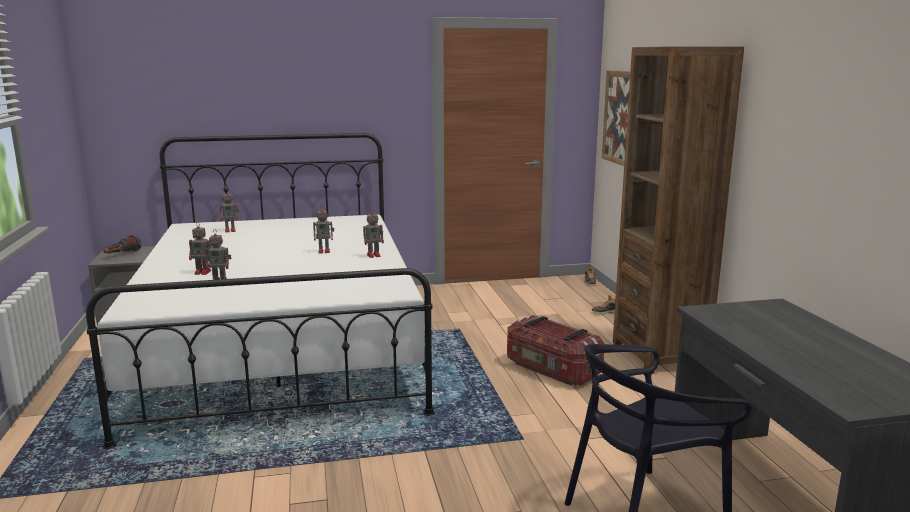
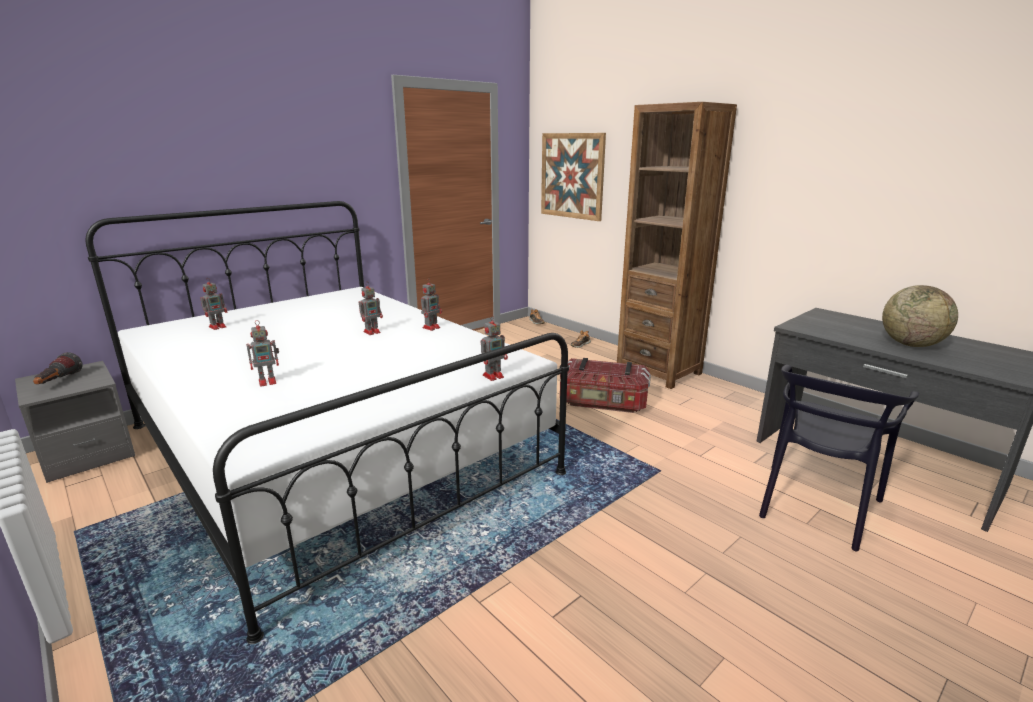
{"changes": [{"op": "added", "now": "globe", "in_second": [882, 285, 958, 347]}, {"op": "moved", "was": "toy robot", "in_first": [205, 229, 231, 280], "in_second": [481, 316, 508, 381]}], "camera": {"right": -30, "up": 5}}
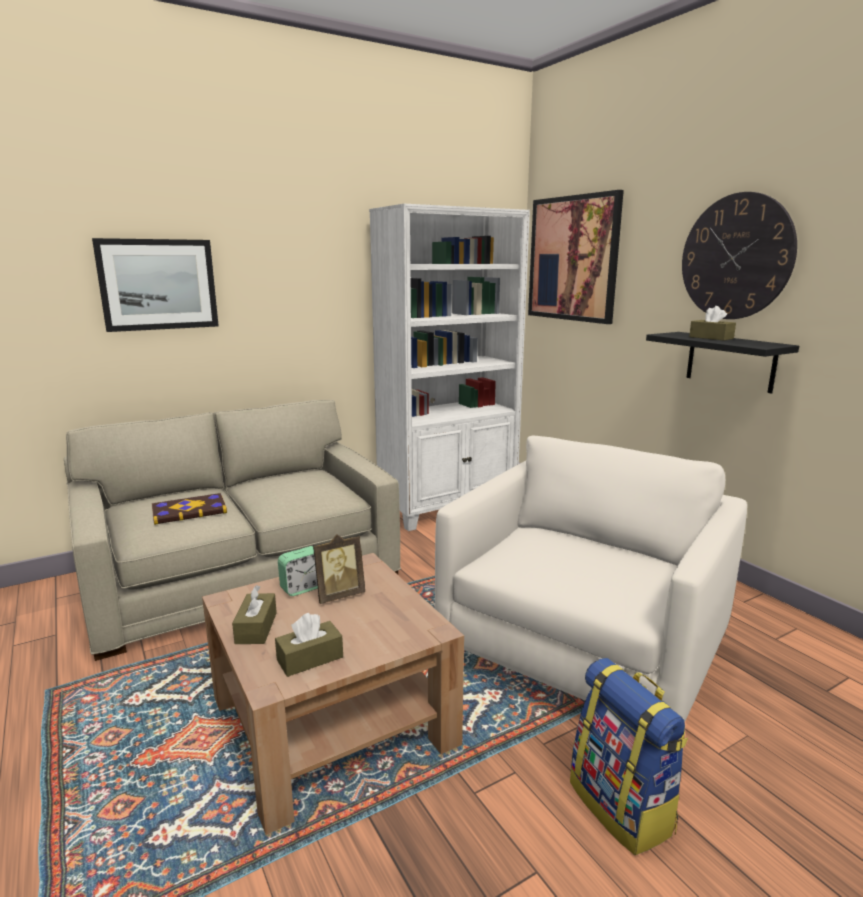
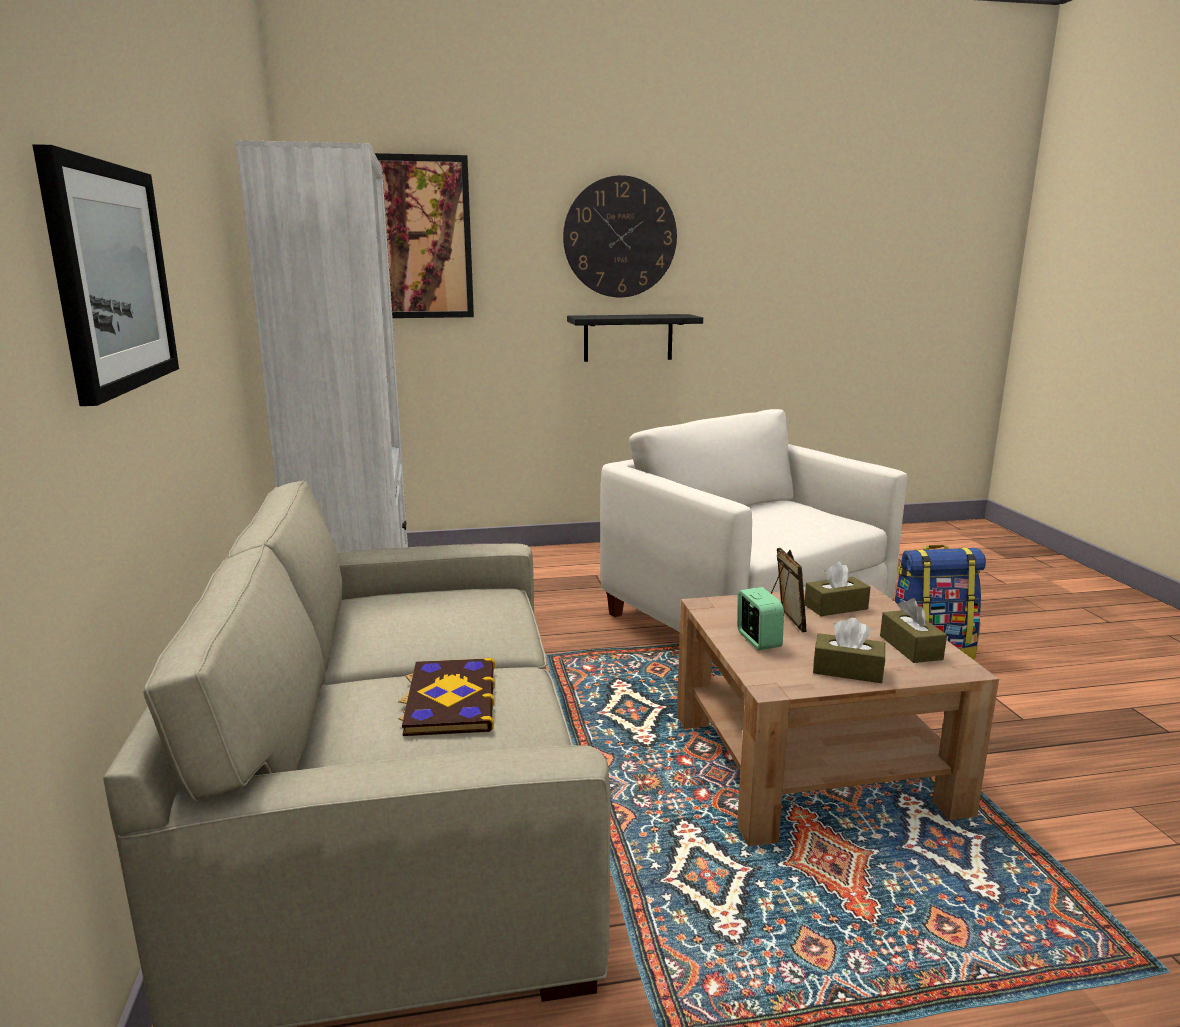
{"changes": [{"op": "moved", "was": "brown tissue box", "in_first": [689, 306, 736, 340], "in_second": [805, 562, 871, 616]}], "camera": {"right": -70, "up": 0}}
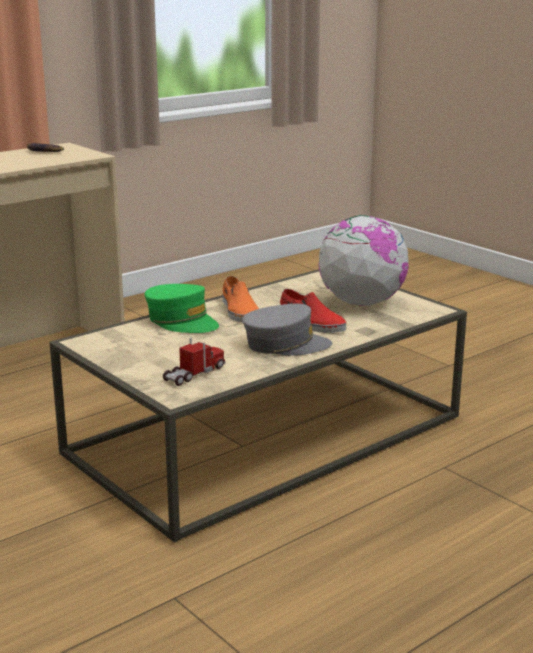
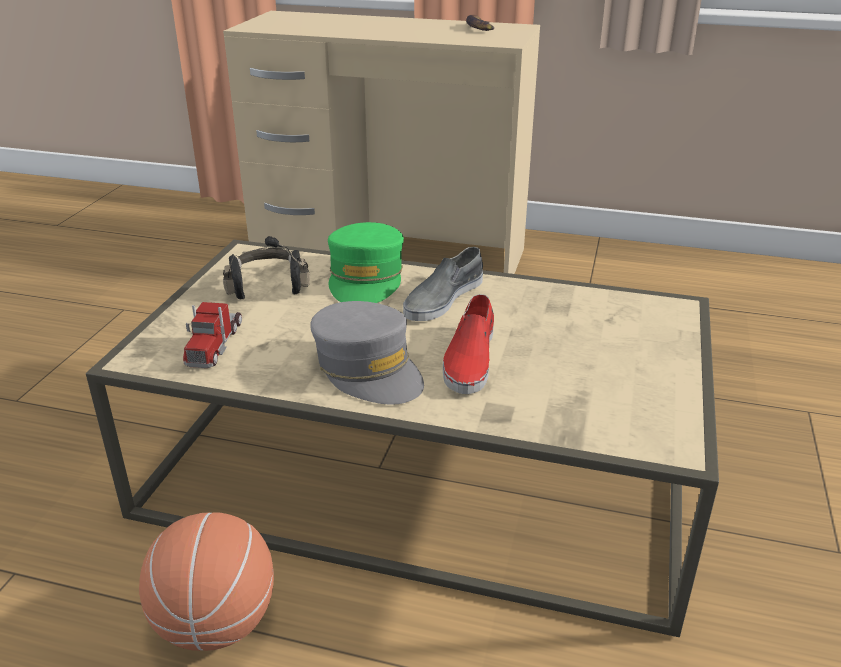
{"changes": [{"op": "removed", "was": "globe", "in_first": [318, 215, 409, 306]}, {"op": "added", "now": "basketball", "in_second": [139, 512, 274, 651]}, {"op": "added", "now": "black headphones", "in_second": [223, 236, 310, 299]}, {"op": "recoloured", "was": "orange shoe", "now": "grey shoe", "in_first": [223, 276, 259, 322], "in_second": [403, 247, 483, 321]}, {"op": "turned", "was": "toy truck", "in_first": [163, 338, 225, 386], "in_second": [183, 302, 242, 368], "clockwise": 90}], "camera": {"right": 55, "up": 10}}
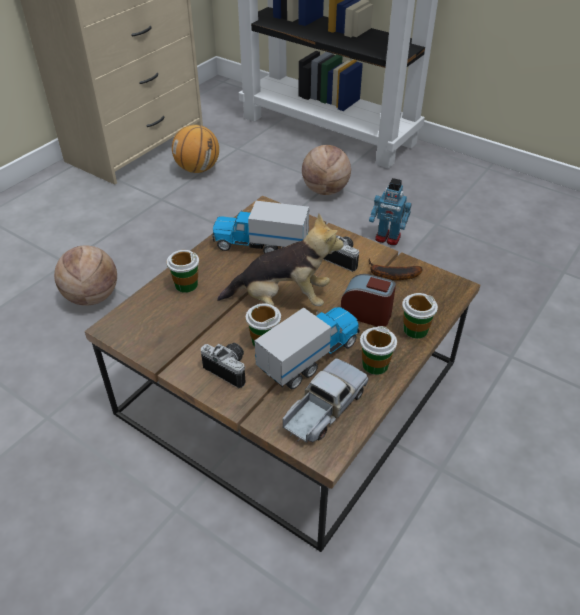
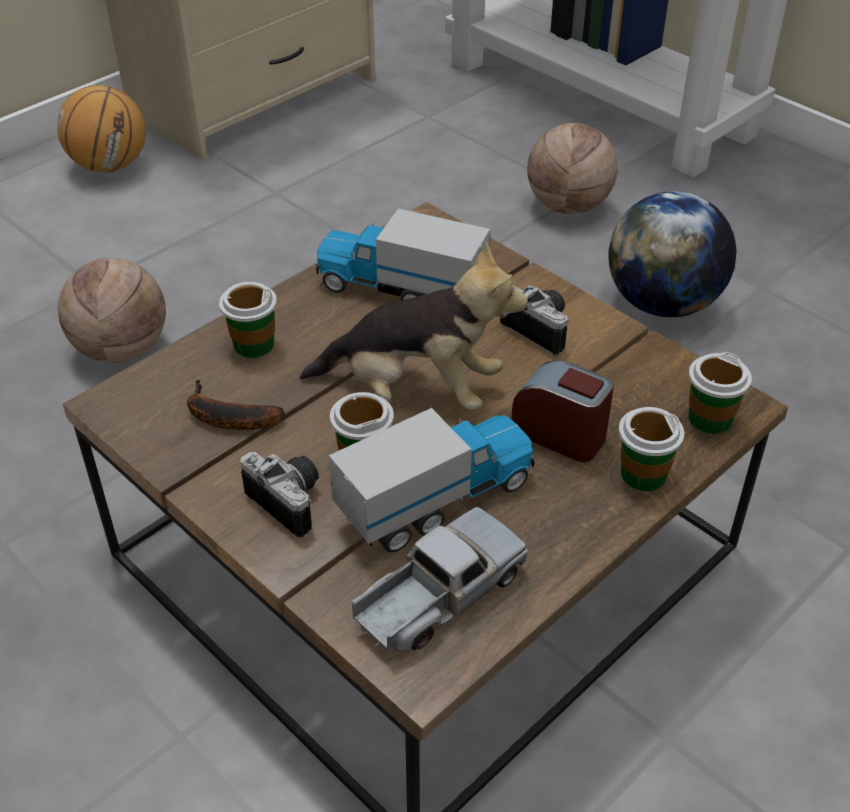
{"changes": [{"op": "moved", "was": "basketball", "in_first": [172, 125, 219, 173], "in_second": [57, 85, 146, 173]}, {"op": "moved", "was": "cup", "in_first": [360, 326, 397, 375], "in_second": [688, 352, 752, 434]}, {"op": "moved", "was": "banana", "in_first": [369, 258, 423, 280], "in_second": [187, 379, 284, 430]}, {"op": "replaced", "was": "toy robot", "now": "globe", "in_first": [369, 178, 412, 245], "in_second": [609, 191, 737, 317]}], "camera": {"right": 10, "up": 0}}
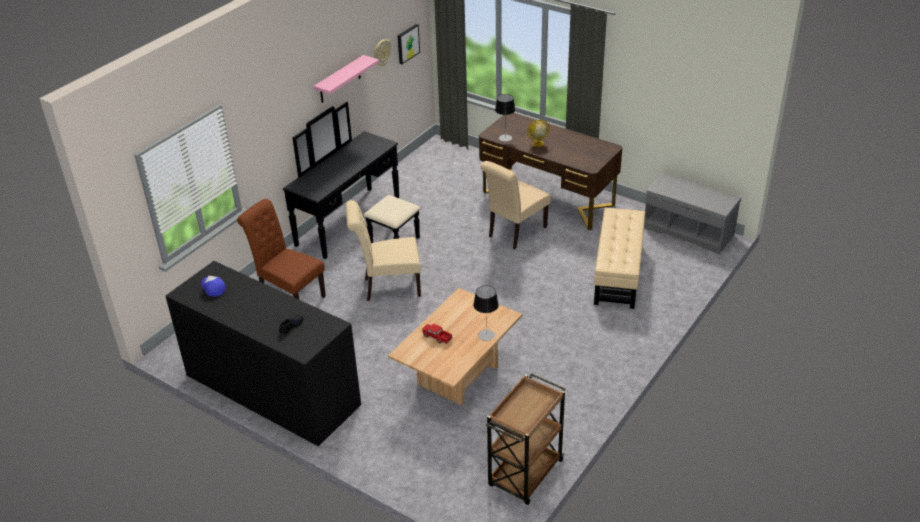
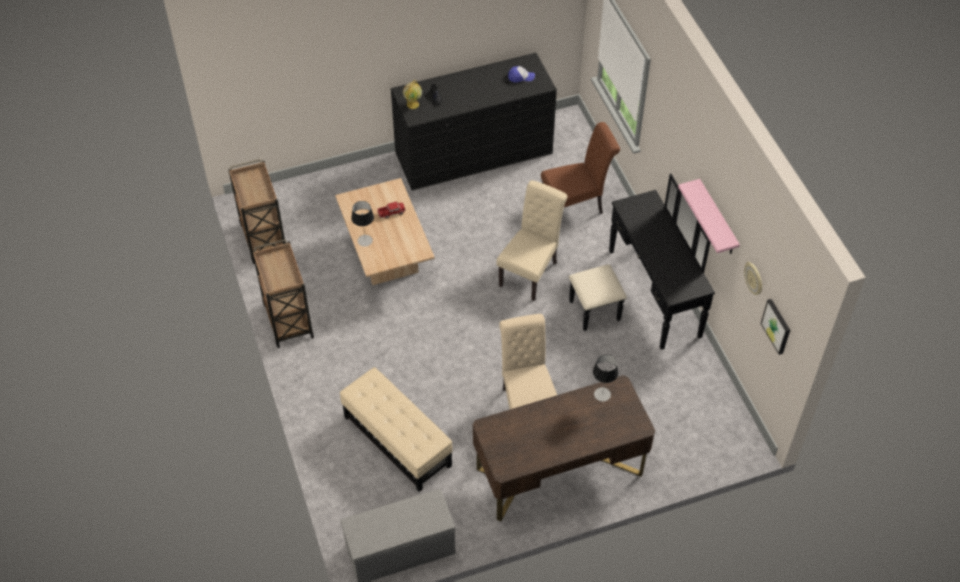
{"changes": [{"op": "added", "now": "brown cart", "in_second": [252, 239, 314, 348]}, {"op": "moved", "was": "globe", "in_first": [527, 120, 549, 147], "in_second": [403, 80, 422, 109]}], "camera": {"right": 125, "up": 15}}
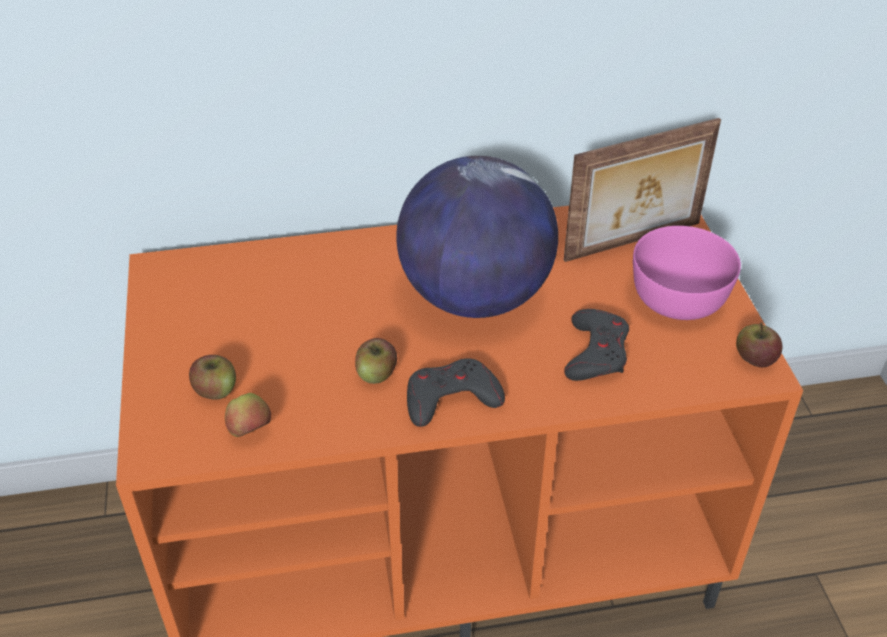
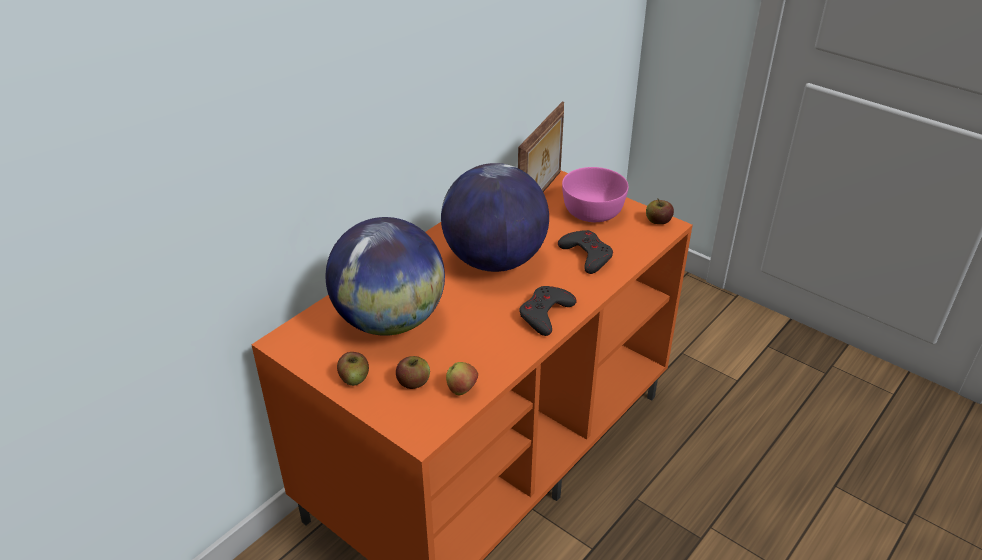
{"changes": [{"op": "added", "now": "globe", "in_second": [326, 217, 445, 336]}, {"op": "moved", "was": "apple", "in_first": [355, 338, 397, 384], "in_second": [337, 352, 369, 386]}], "camera": {"right": -40, "up": -5}}
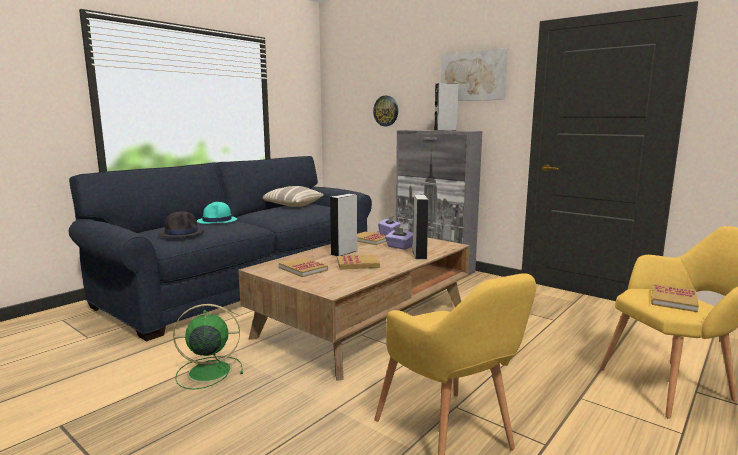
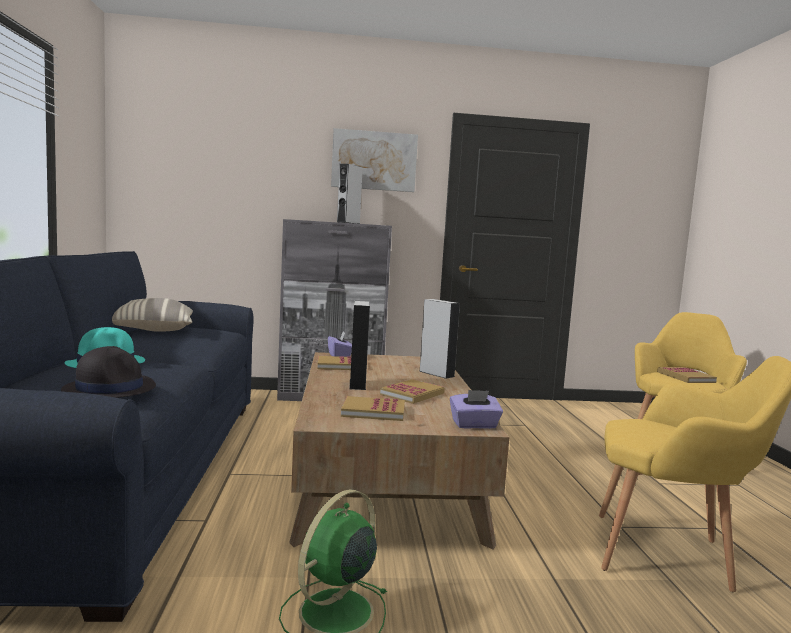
{"changes": [{"op": "removed", "was": "wall clock", "in_first": [373, 96, 398, 126]}, {"op": "moved", "was": "purple tissue box", "in_first": [385, 227, 413, 250], "in_second": [450, 390, 503, 429]}], "camera": {"right": -45, "up": -5}}
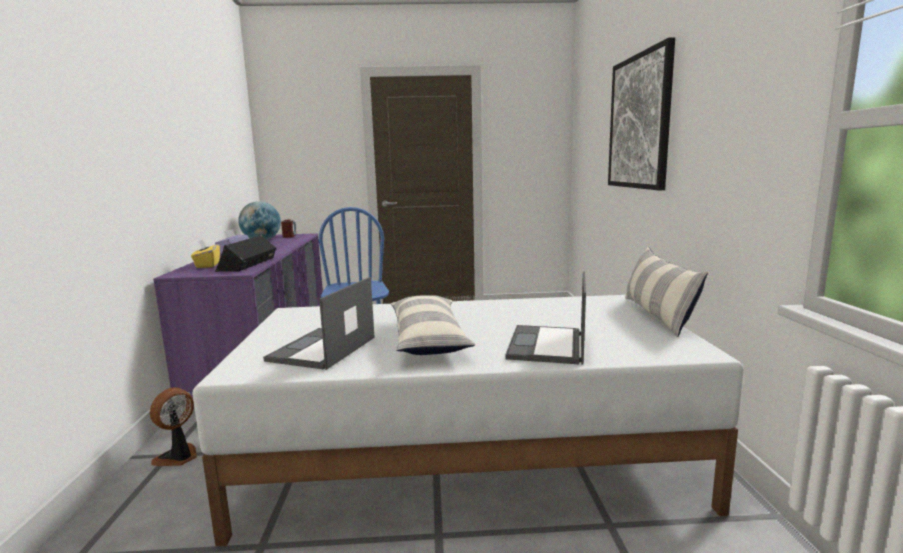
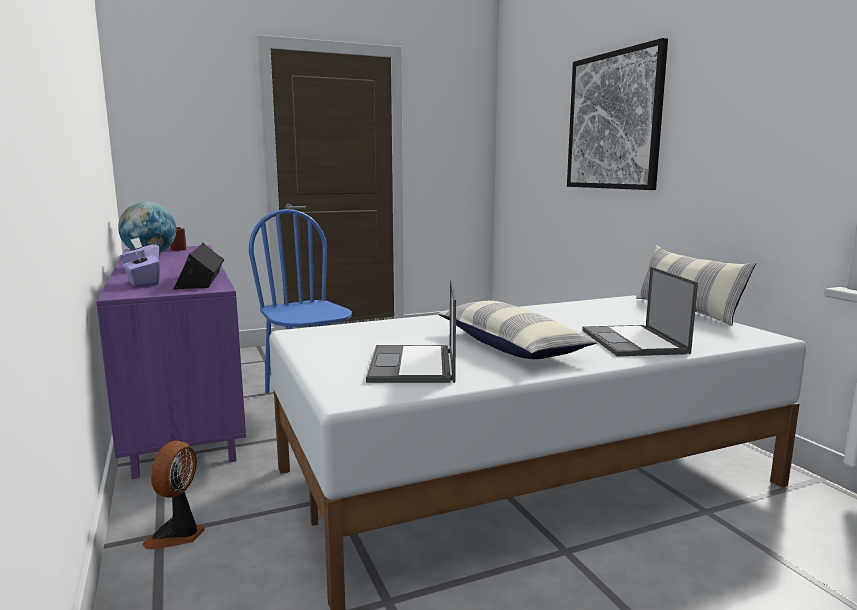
{"changes": [{"op": "recoloured", "was": "yellow tissue box", "now": "purple tissue box", "in_first": [191, 239, 220, 268], "in_second": [123, 248, 160, 287]}], "camera": {"right": -20, "up": 0}}
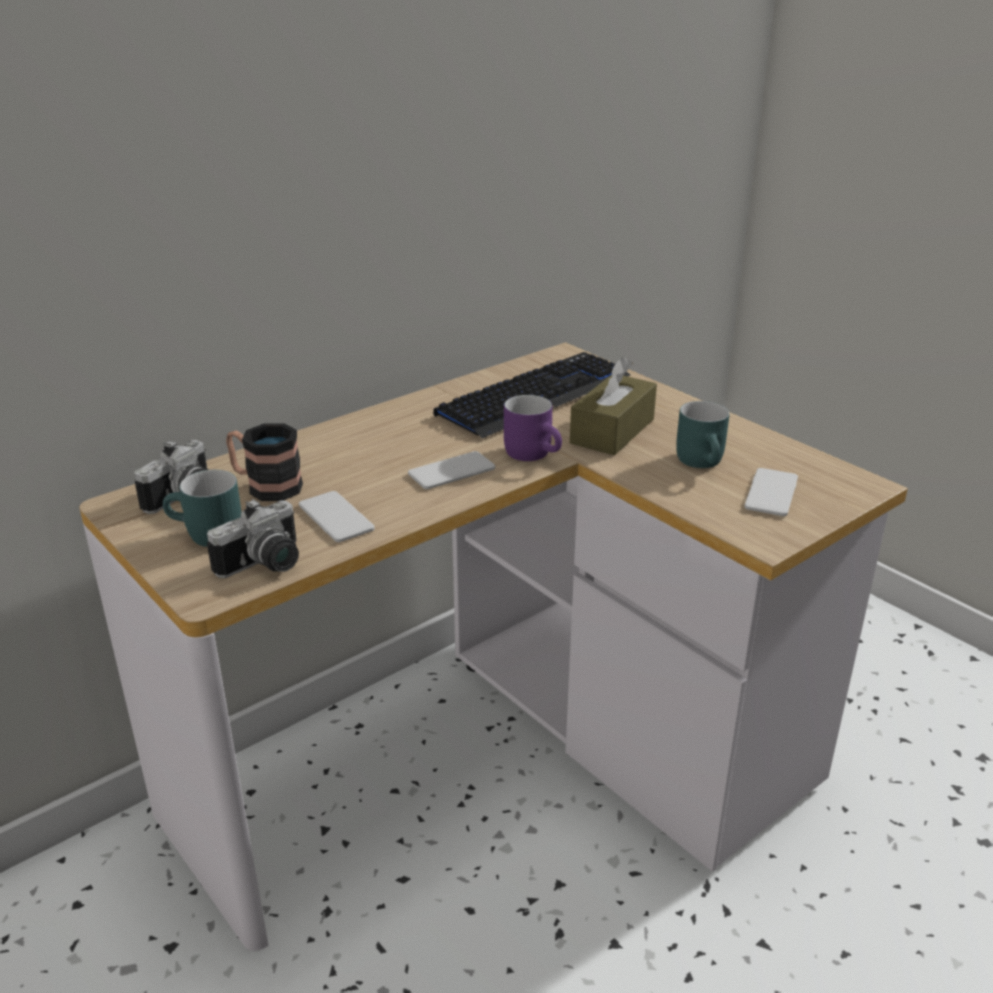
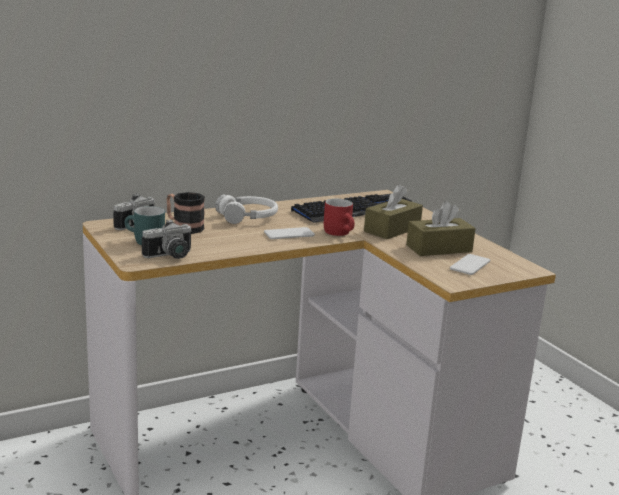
{"changes": [{"op": "removed", "was": "phone", "in_first": [299, 491, 375, 542]}, {"op": "added", "now": "white headphones", "in_second": [215, 194, 278, 224]}, {"op": "replaced", "was": "turquoise mug", "now": "brown tissue box", "in_first": [676, 401, 730, 468], "in_second": [406, 201, 476, 256]}, {"op": "recoloured", "was": "purple mug", "now": "red mug", "in_first": [504, 395, 562, 461], "in_second": [324, 199, 355, 236]}], "camera": {"right": 10, "up": -10}}
